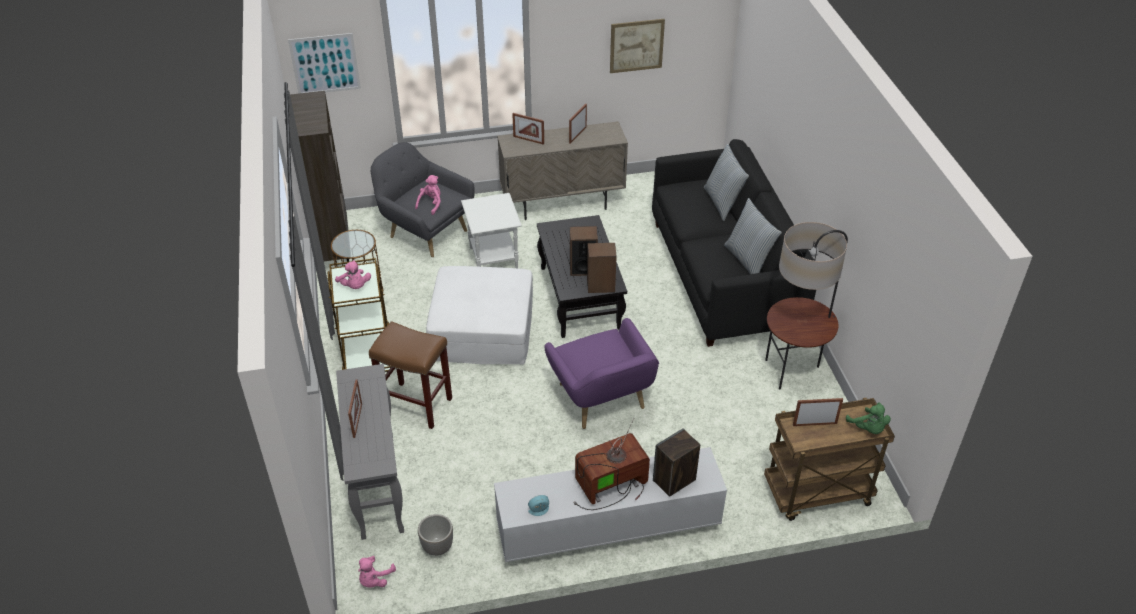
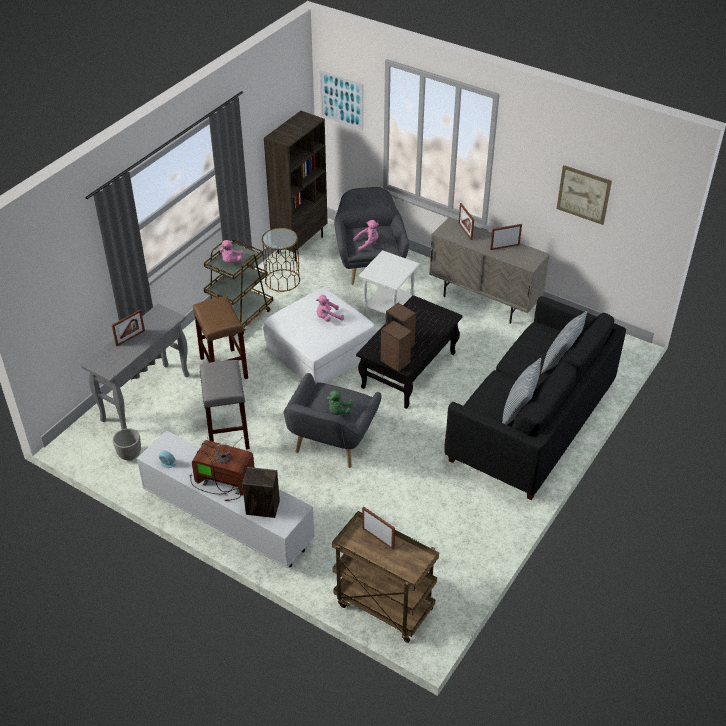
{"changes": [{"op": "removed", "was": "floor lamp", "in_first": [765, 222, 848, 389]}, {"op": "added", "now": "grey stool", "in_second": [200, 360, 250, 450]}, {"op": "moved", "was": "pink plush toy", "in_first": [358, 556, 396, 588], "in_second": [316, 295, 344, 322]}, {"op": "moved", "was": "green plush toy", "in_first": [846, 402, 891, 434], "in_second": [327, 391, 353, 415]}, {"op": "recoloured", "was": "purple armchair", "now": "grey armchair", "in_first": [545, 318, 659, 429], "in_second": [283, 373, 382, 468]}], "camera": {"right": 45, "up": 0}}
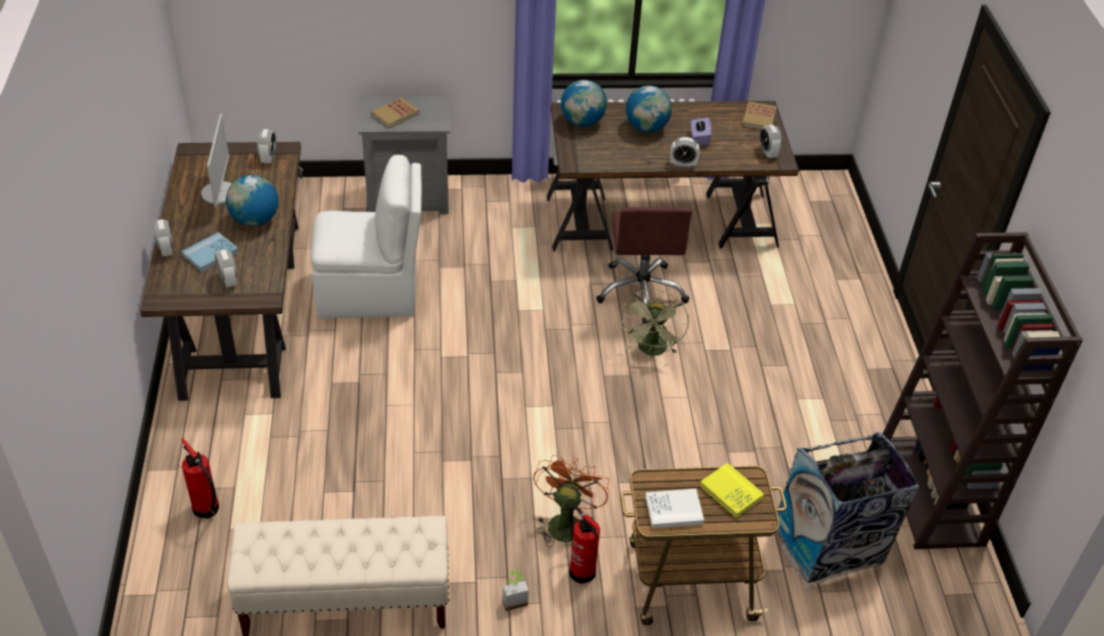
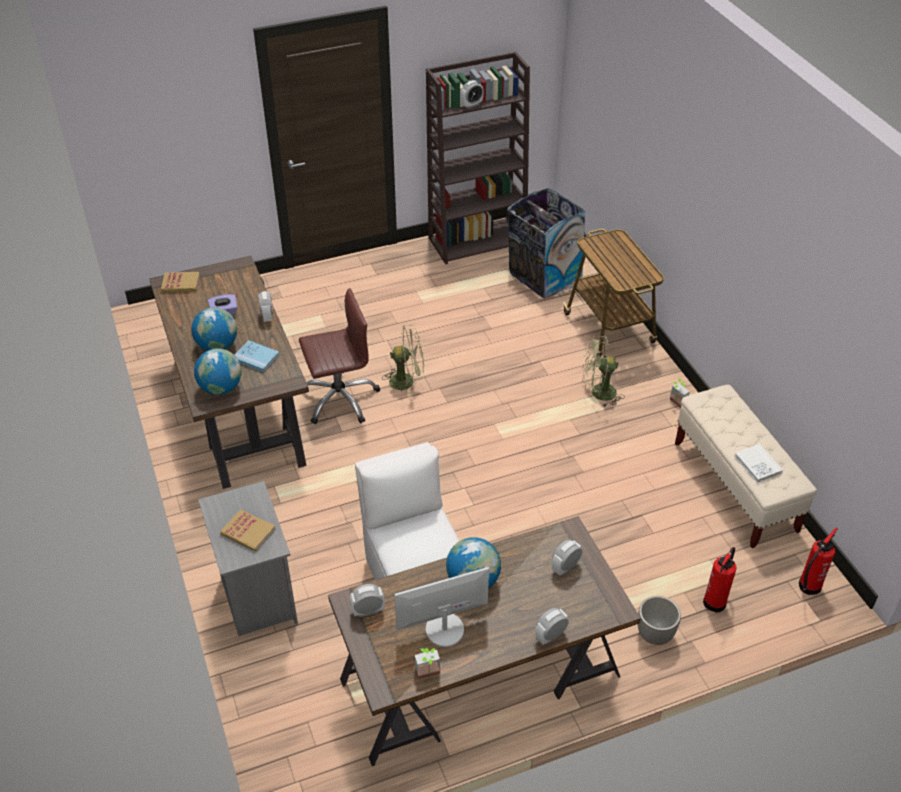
{"changes": [{"op": "removed", "was": "yellow book", "in_first": [700, 463, 764, 518]}, {"op": "added", "now": "potted plant", "in_second": [415, 648, 440, 679]}, {"op": "added", "now": "planter", "in_second": [638, 596, 681, 645]}, {"op": "moved", "was": "blue book", "in_first": [182, 232, 239, 272], "in_second": [234, 340, 280, 373]}, {"op": "moved", "was": "fire extinguisher", "in_first": [569, 506, 600, 584], "in_second": [799, 527, 838, 595]}, {"op": "moved", "was": "white book", "in_first": [645, 489, 704, 529], "in_second": [734, 444, 783, 483]}, {"op": "moved", "was": "alarm clock", "in_first": [760, 125, 782, 158], "in_second": [460, 80, 484, 108]}, {"op": "recoloured", "was": "orange fan", "now": "green fan", "in_first": [533, 455, 609, 548], "in_second": [582, 335, 625, 407]}], "camera": {"right": -105, "up": 0}}
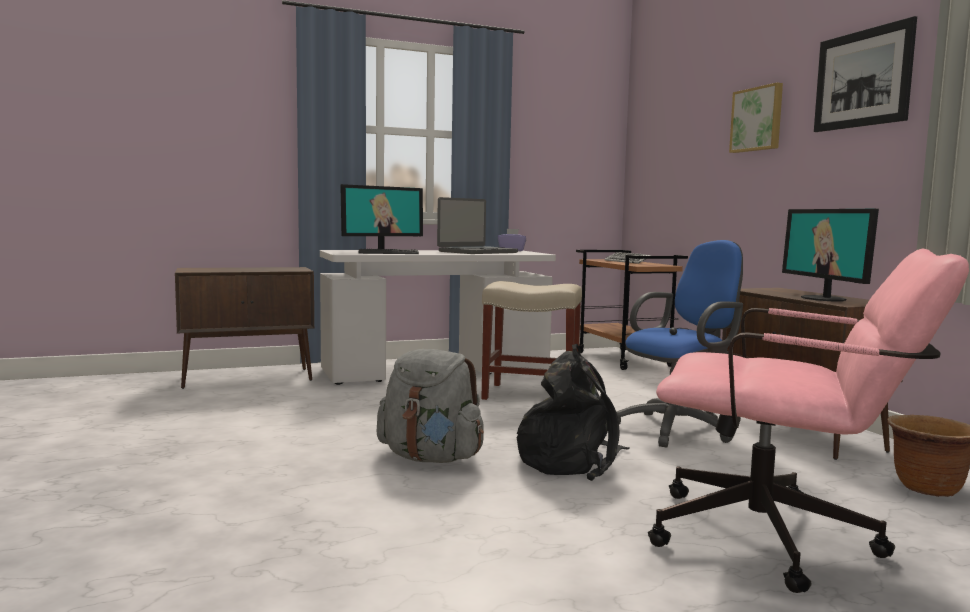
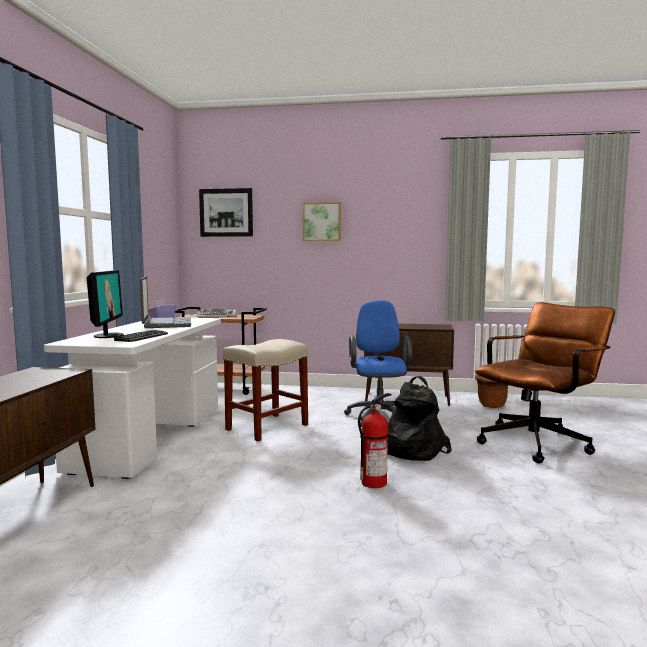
{"changes": [{"op": "removed", "was": "monitor", "in_first": [782, 209, 879, 301]}, {"op": "moved", "was": "picture", "in_first": [814, 16, 917, 132], "in_second": [199, 188, 253, 237]}, {"op": "replaced", "was": "grey backpack", "now": "fire extinguisher", "in_first": [377, 349, 484, 463], "in_second": [358, 393, 391, 488]}, {"op": "recoloured", "was": "pink office chair", "now": "brown office chair", "in_first": [648, 248, 969, 593], "in_second": [475, 302, 615, 464]}], "camera": {"right": -60, "up": 0}}
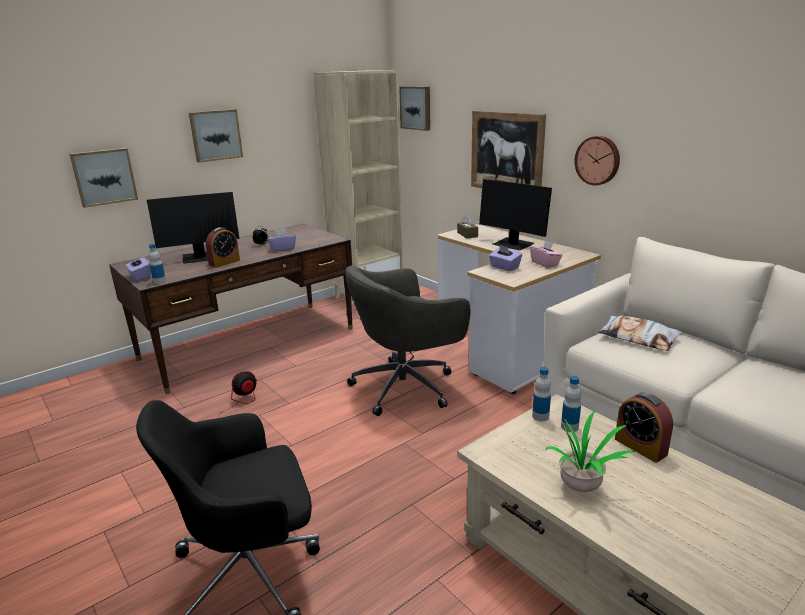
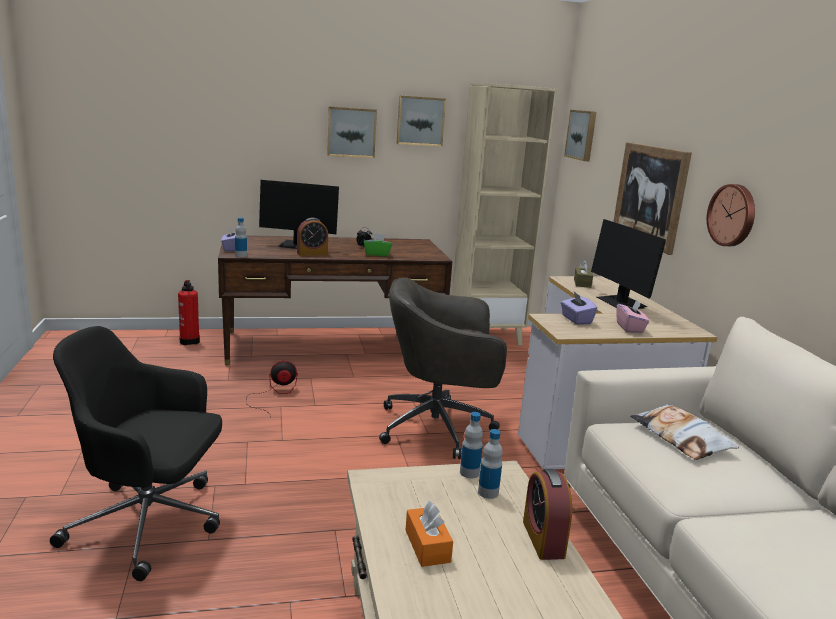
{"changes": [{"op": "added", "now": "fire extinguisher", "in_second": [178, 280, 200, 345]}, {"op": "moved", "was": "picture", "in_first": [70, 148, 138, 208], "in_second": [397, 95, 446, 146]}, {"op": "replaced", "was": "potted plant", "now": "orange tissue box", "in_first": [545, 410, 637, 492], "in_second": [406, 501, 453, 567]}, {"op": "recoloured", "was": "purple tissue box", "now": "green tissue box", "in_first": [267, 228, 296, 252], "in_second": [364, 233, 392, 257]}], "camera": {"right": 25, "up": -5}}
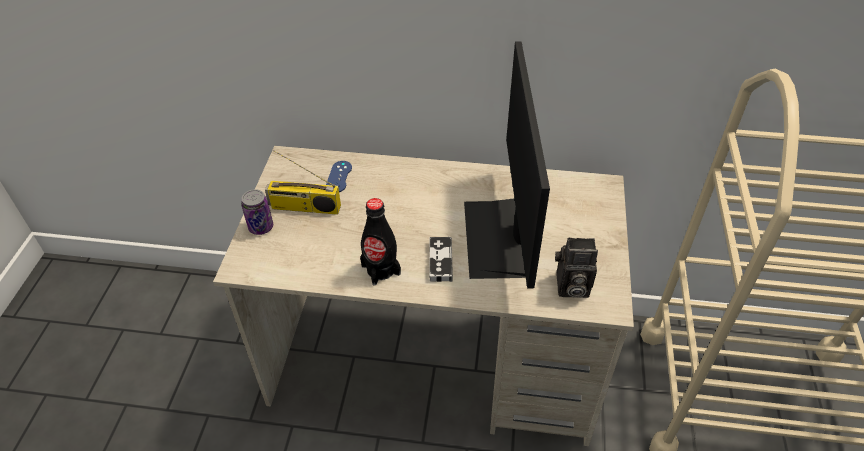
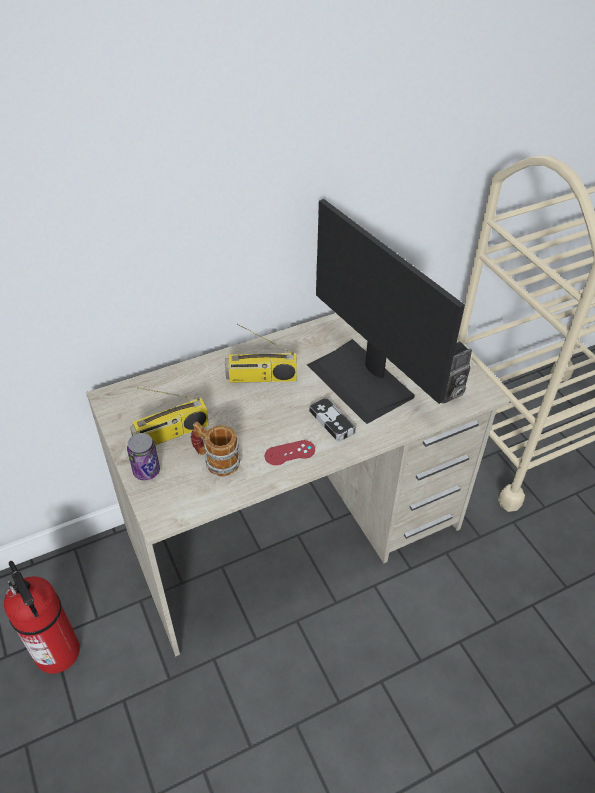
{"changes": [{"op": "removed", "was": "blue game controller", "in_first": [326, 161, 352, 192]}, {"op": "added", "now": "fire extinguisher", "in_second": [4, 561, 80, 674]}, {"op": "added", "now": "mug", "in_second": [190, 422, 240, 476]}, {"op": "added", "now": "radio", "in_second": [225, 324, 297, 383]}, {"op": "replaced", "was": "black bottle", "now": "red game controller", "in_first": [360, 198, 401, 285], "in_second": [265, 440, 315, 465]}], "camera": {"right": -35, "up": 0}}
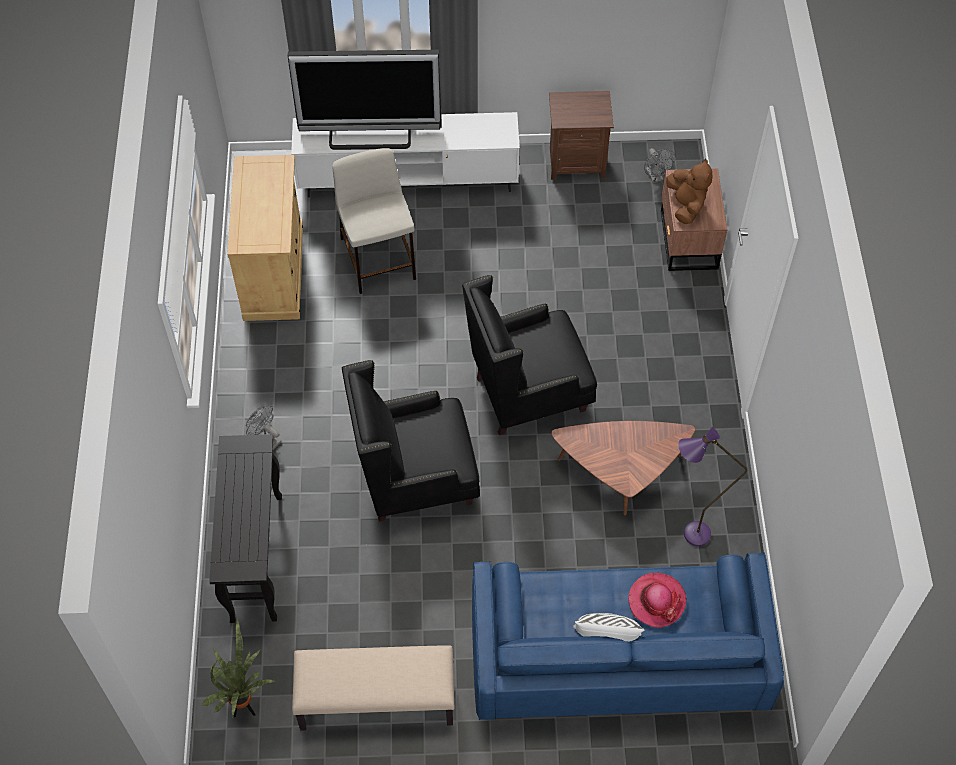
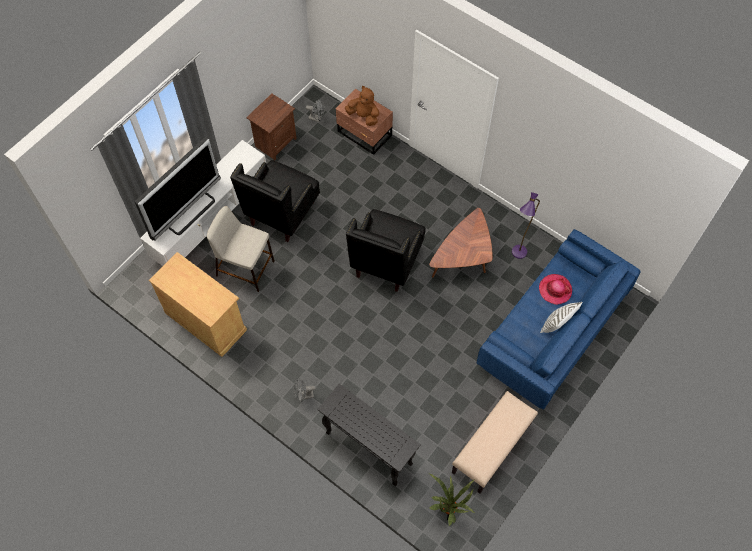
{"changes": [{"op": "moved", "was": "black armchair", "in_first": [342, 360, 480, 522], "in_second": [230, 160, 320, 242]}], "camera": {"right": -50, "up": 5}}
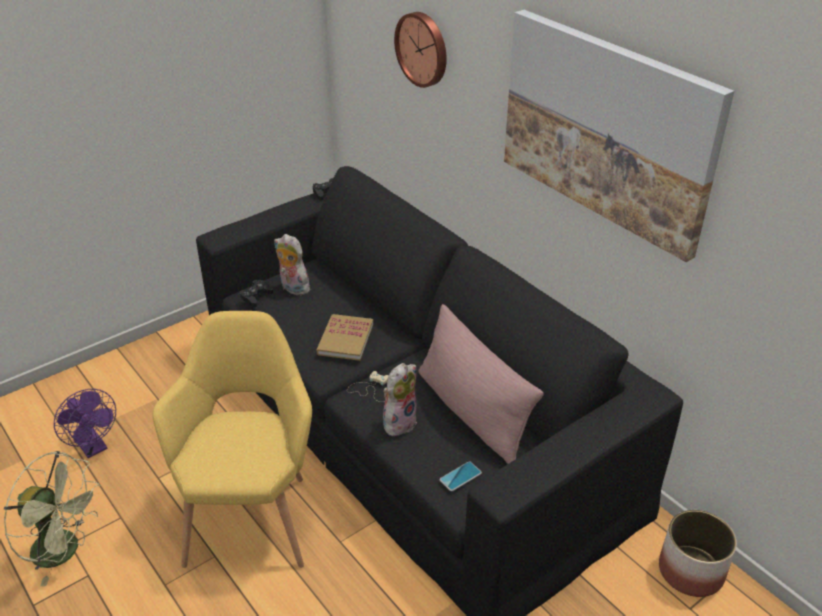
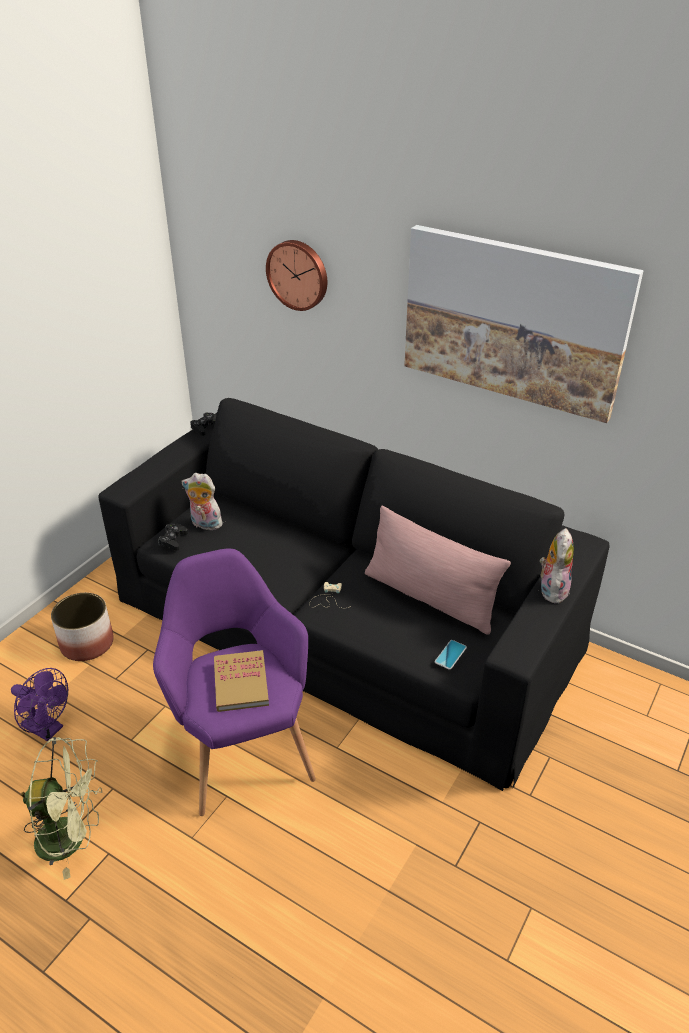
{"changes": [{"op": "moved", "was": "book", "in_first": [316, 314, 373, 361], "in_second": [214, 650, 269, 712]}, {"op": "moved", "was": "plush toy", "in_first": [383, 363, 417, 439], "in_second": [540, 528, 574, 603]}, {"op": "moved", "was": "planter", "in_first": [659, 510, 737, 597], "in_second": [51, 593, 114, 661]}, {"op": "recoloured", "was": "yellow armchair", "now": "purple armchair", "in_first": [152, 311, 312, 568], "in_second": [153, 549, 316, 816]}], "camera": {"right": -20, "up": 0}}
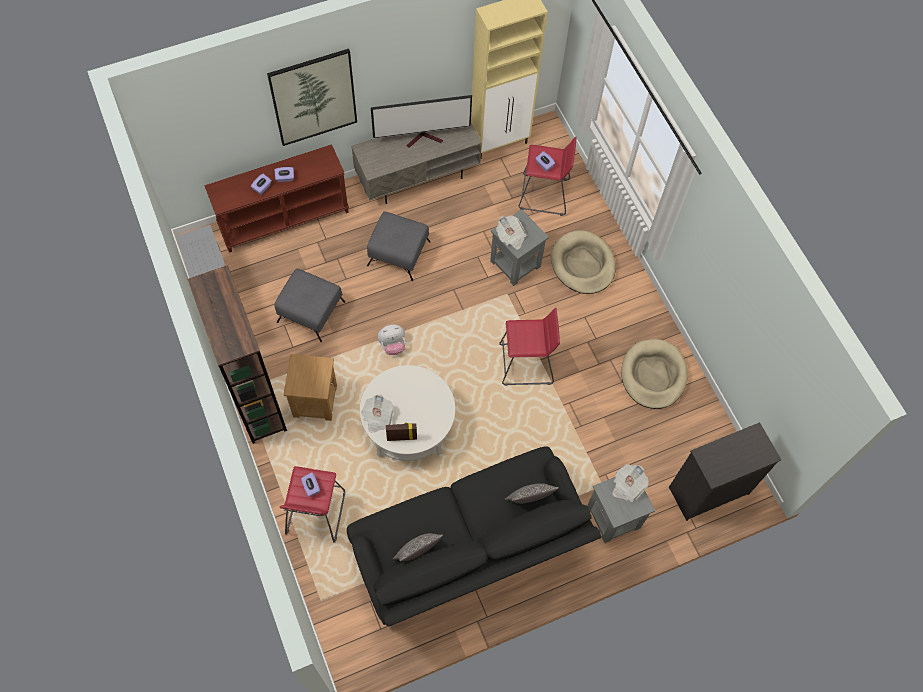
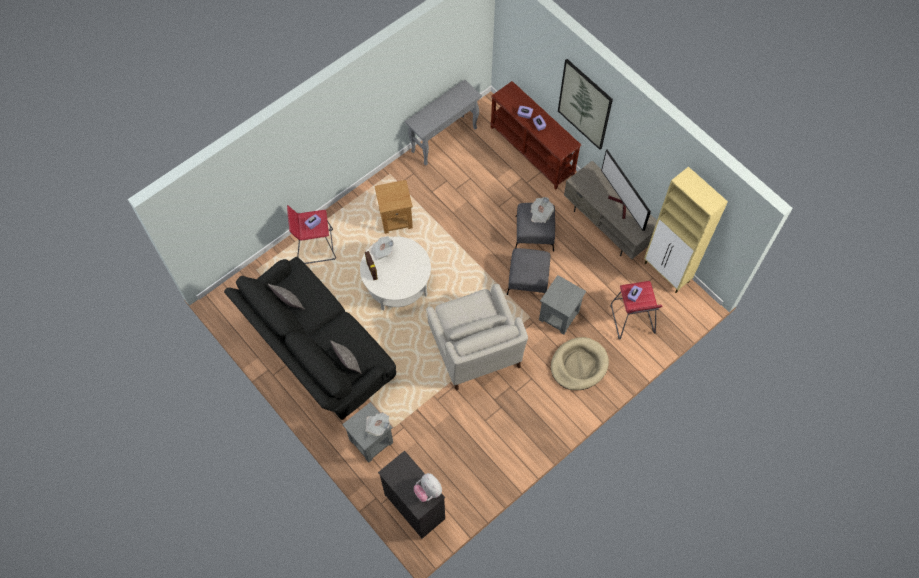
{"changes": [{"op": "removed", "was": "brown bookcase", "in_first": [187, 265, 287, 444]}, {"op": "removed", "was": "beige dog bed", "in_first": [621, 339, 688, 409]}, {"op": "moved", "was": "grey ottoman", "in_first": [275, 269, 345, 342], "in_second": [507, 248, 550, 295]}, {"op": "moved", "was": "plush toy", "in_first": [378, 324, 405, 355], "in_second": [414, 473, 442, 502]}, {"op": "moved", "was": "newspaper", "in_first": [496, 215, 526, 250], "in_second": [530, 197, 554, 223]}, {"op": "replaced", "was": "red stool", "now": "white armchair", "in_first": [499, 308, 560, 385], "in_second": [426, 284, 528, 391]}], "camera": {"right": 75, "up": 0}}
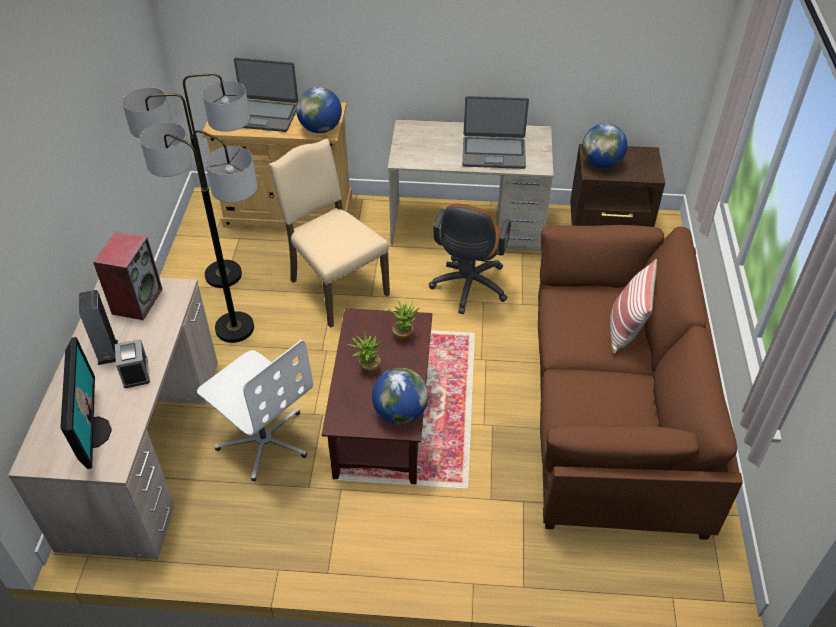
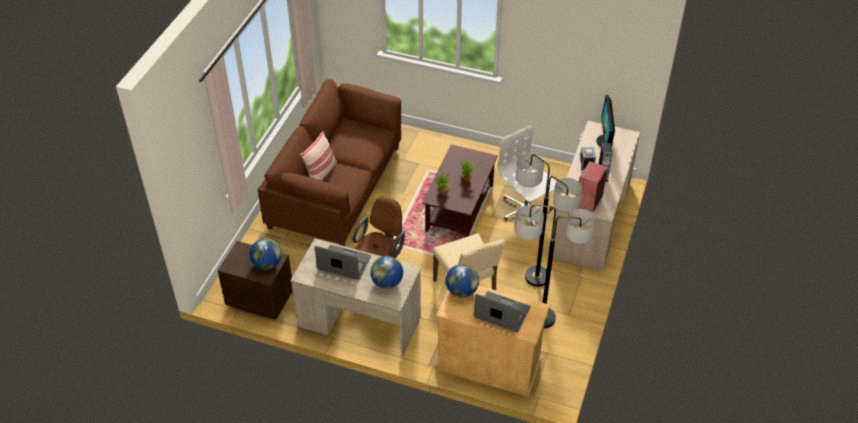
{"changes": [{"op": "moved", "was": "globe", "in_first": [372, 368, 428, 424], "in_second": [370, 256, 403, 289]}], "camera": {"right": -165, "up": 0}}
